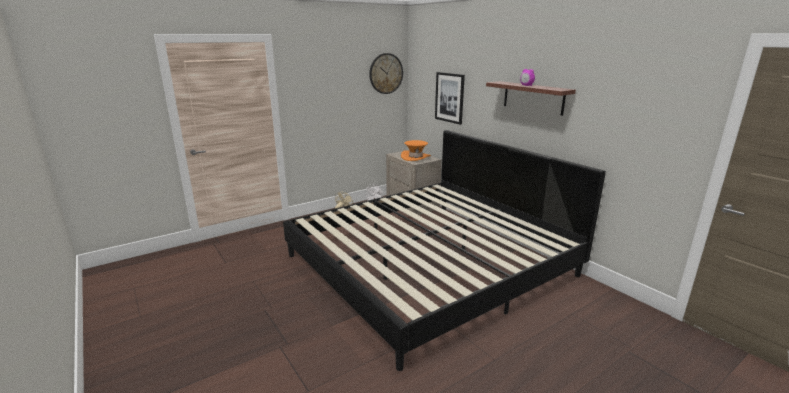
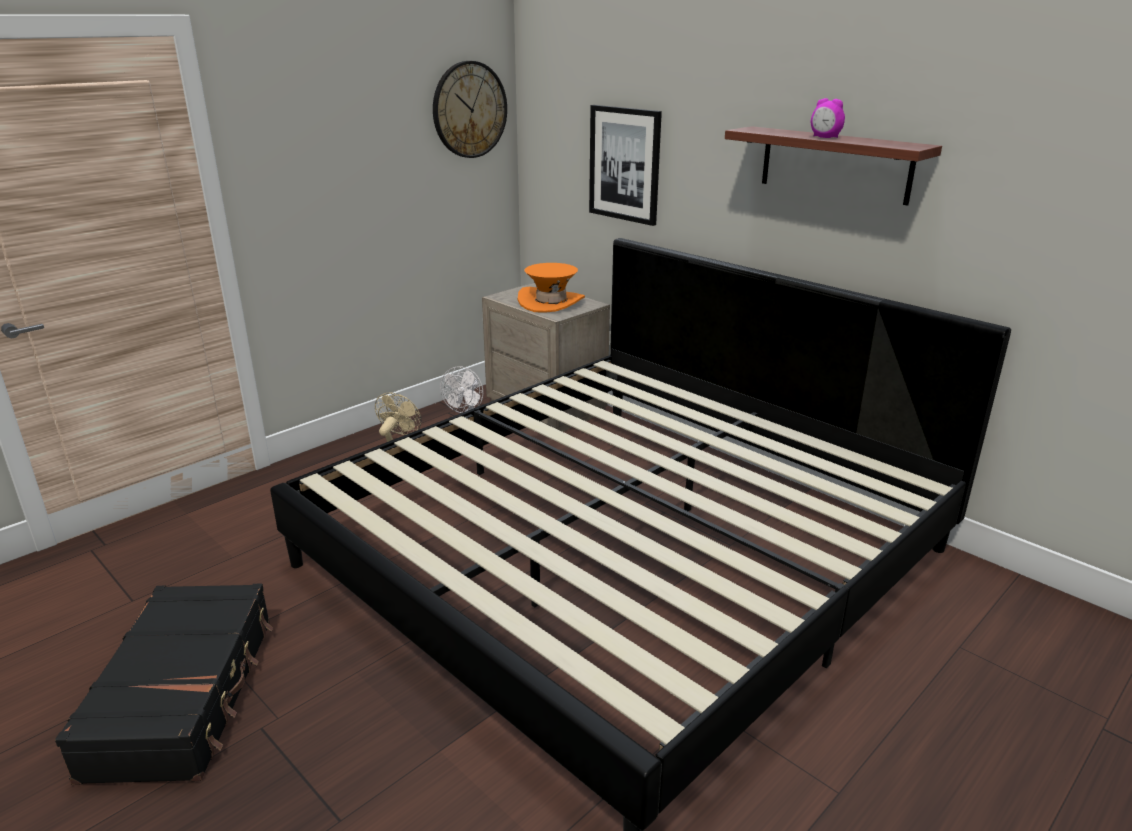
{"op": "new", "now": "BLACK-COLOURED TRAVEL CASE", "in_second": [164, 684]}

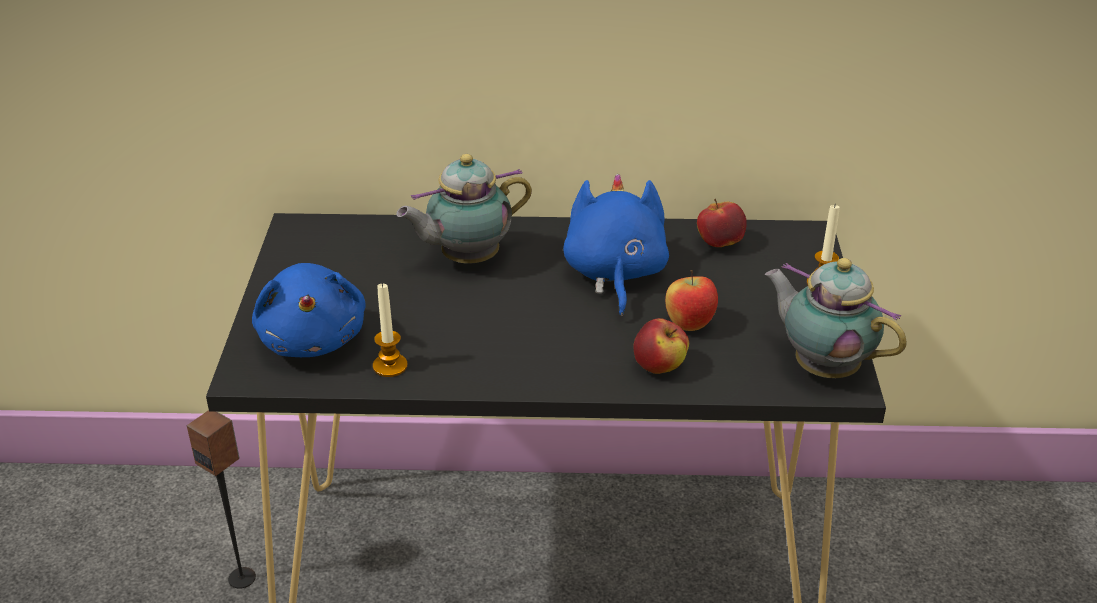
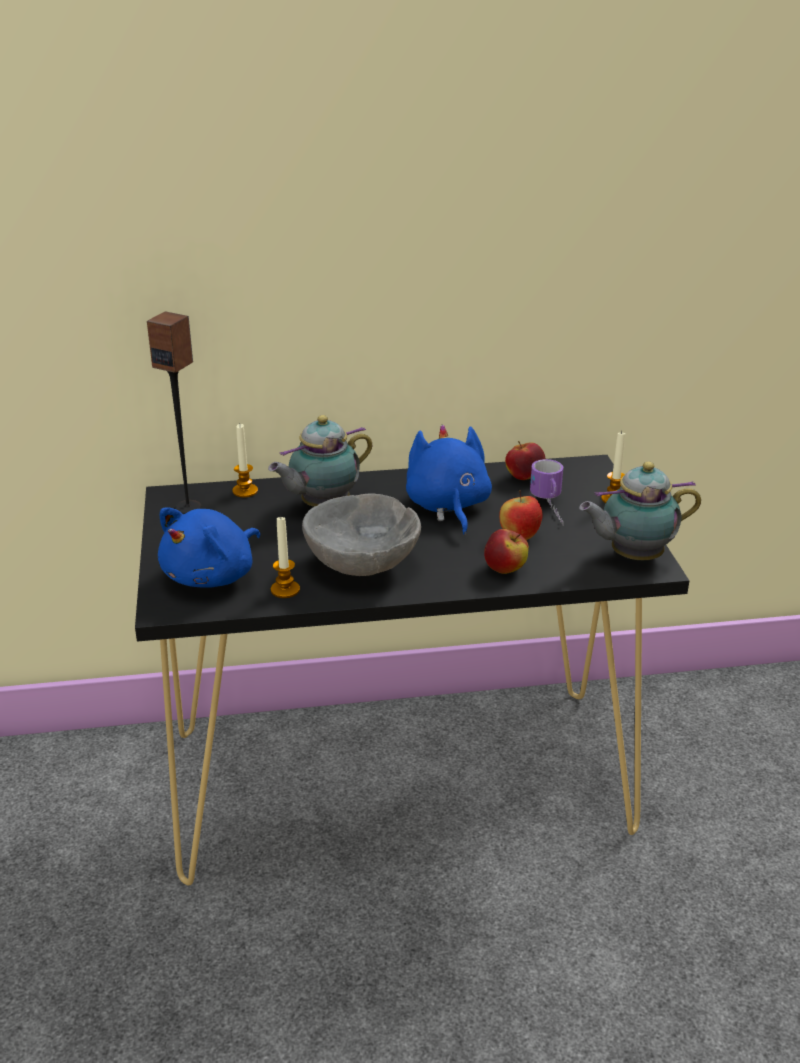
{"op": "rotated", "was": "POT FOR TEA", "in_first": [836, 318], "in_second": [640, 511], "clockwise": -45}
{"op": "rotated", "was": "BLUE CUDDLY TOY", "in_first": [309, 310], "in_second": [209, 547], "clockwise": 60}
{"op": "shifted", "was": "SPEAKER", "in_first": [221, 499], "in_second": [174, 412]}
{"op": "new", "now": "WAX CANDLE", "in_second": [245, 460]}
{"op": "new", "now": "MUG", "in_second": [547, 491]}
{"op": "new", "now": "GRAY BOWL", "in_second": [361, 535]}

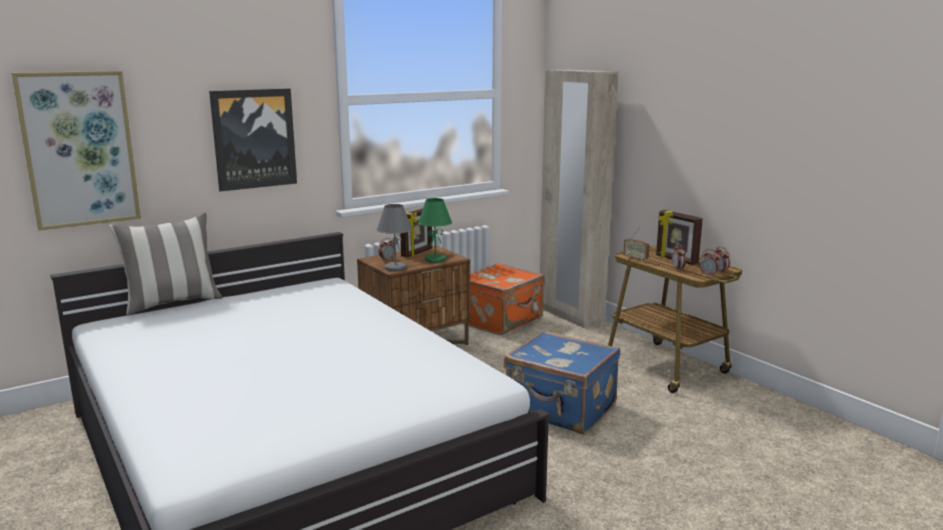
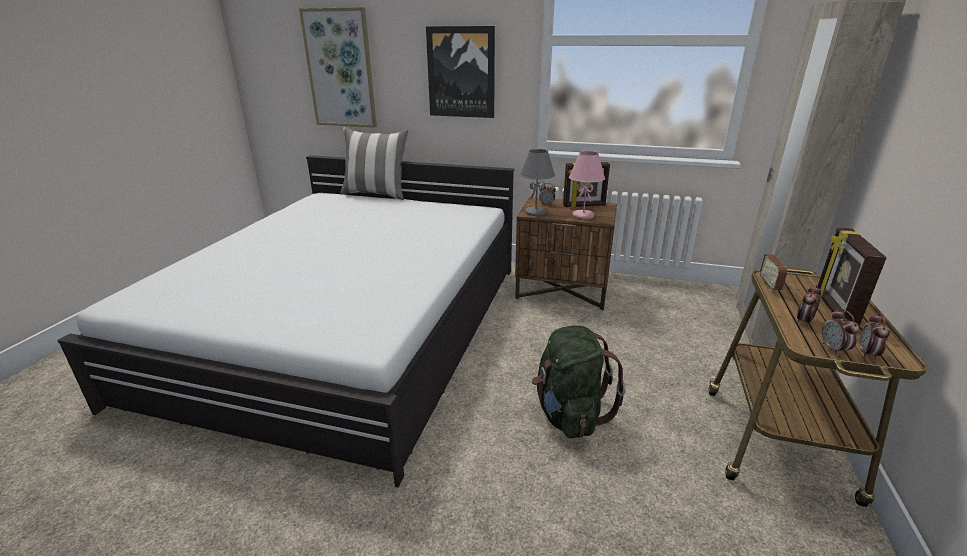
{"op": "repainted", "was": "GREEN-COLOURED TABLE LAMP", "now": "PINK-COLOURED TABLE LAMP", "in_first": [435, 230], "in_second": [587, 185]}
{"op": "gone", "was": "ORANGE TRAVEL CASE", "in_first": [504, 299]}
{"op": "swapped", "was": "BLUE TRAVEL CASE", "now": "GREEN-COLOURED BACKPACK", "in_first": [562, 382], "in_second": [579, 381]}

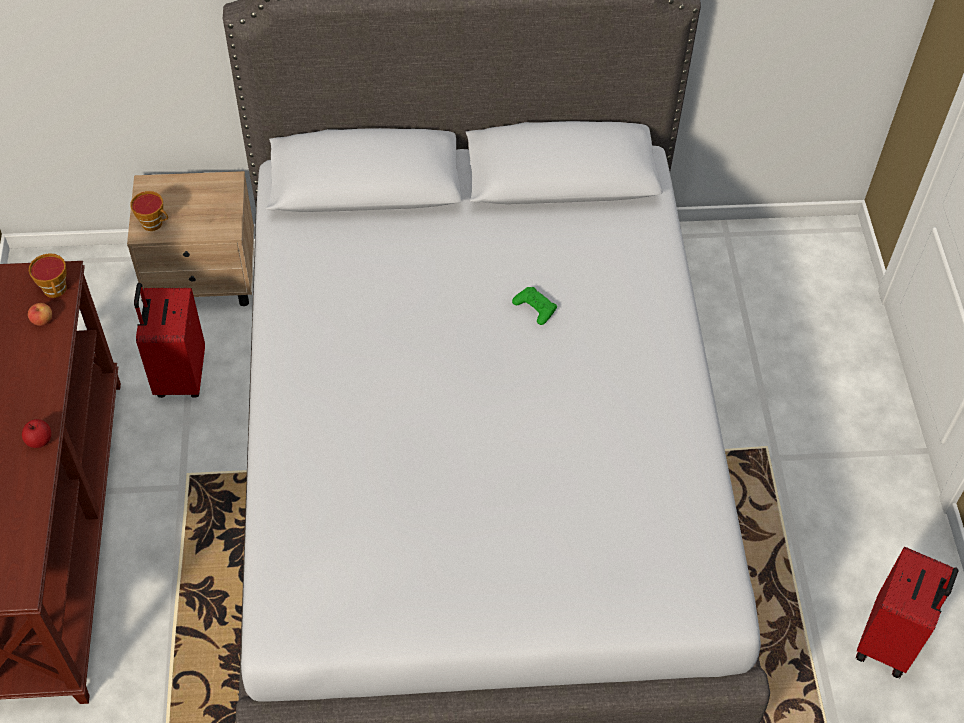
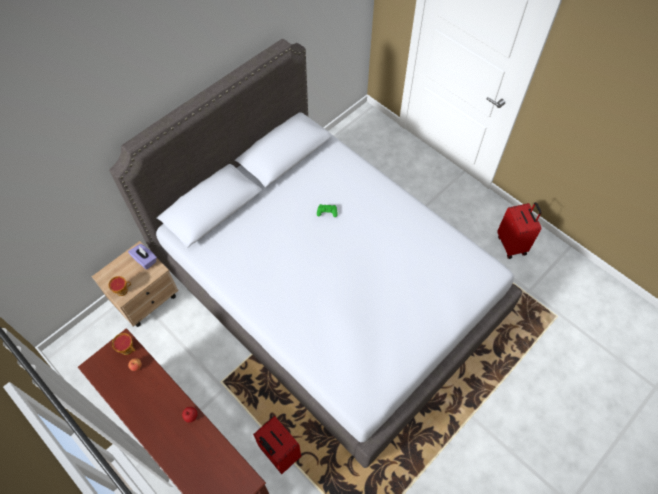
{"op": "shifted", "was": "REDDISH TRAVEL CASE", "in_first": [169, 340], "in_second": [277, 445]}
{"op": "new", "now": "PURPLISH TISSUE BOX", "in_second": [142, 257]}

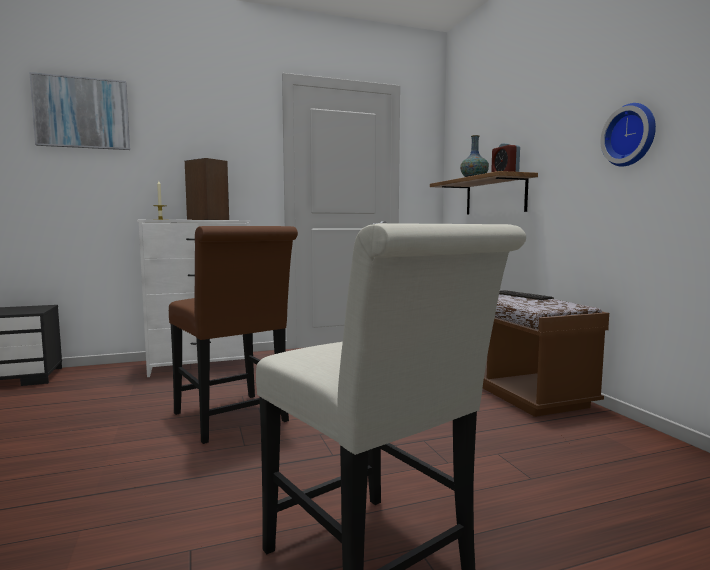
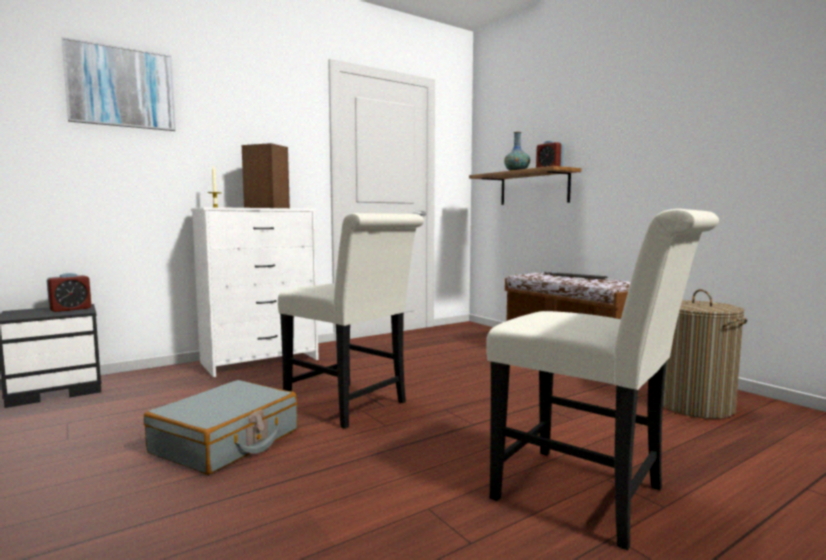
{"op": "gone", "was": "CLOCK ON THE WALL", "in_first": [628, 135]}
{"op": "repainted", "was": "BROWN PLAIN CHAIR", "now": "WHITISH PLAIN CHAIR", "in_first": [233, 335], "in_second": [351, 321]}
{"op": "new", "now": "ALARM CLOCK", "in_second": [69, 292]}
{"op": "new", "now": "LAUNDRY BASKET", "in_second": [705, 354]}
{"op": "new", "now": "GRAY TRAVEL CASE", "in_second": [221, 427]}

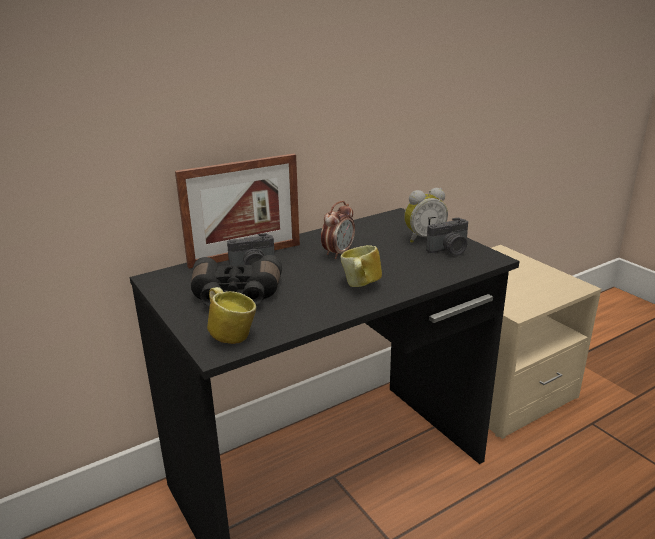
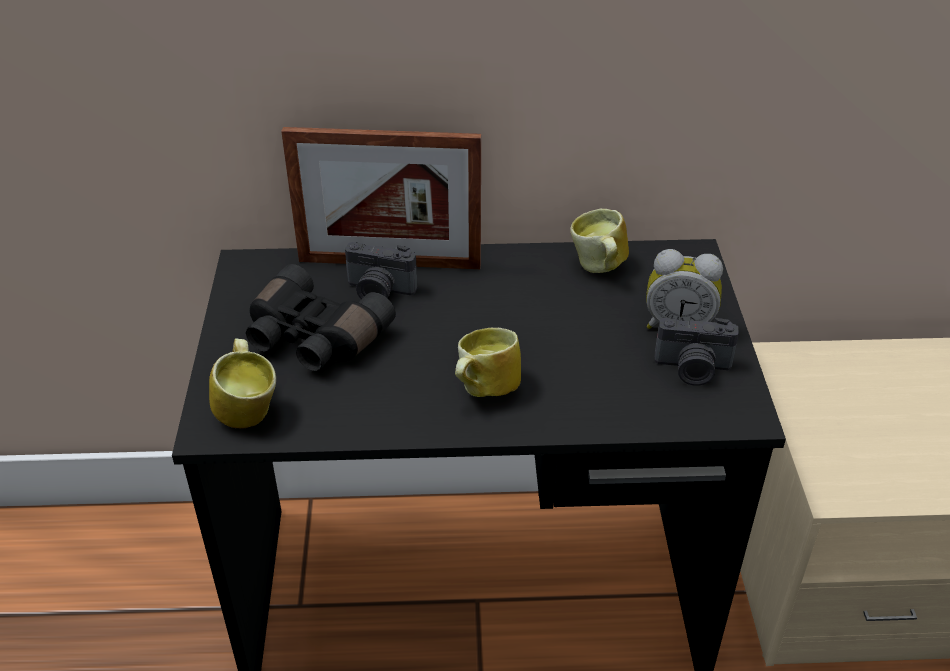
{"op": "gone", "was": "ALARM CLOCK", "in_first": [338, 230]}
{"op": "new", "now": "MUG", "in_second": [599, 241]}

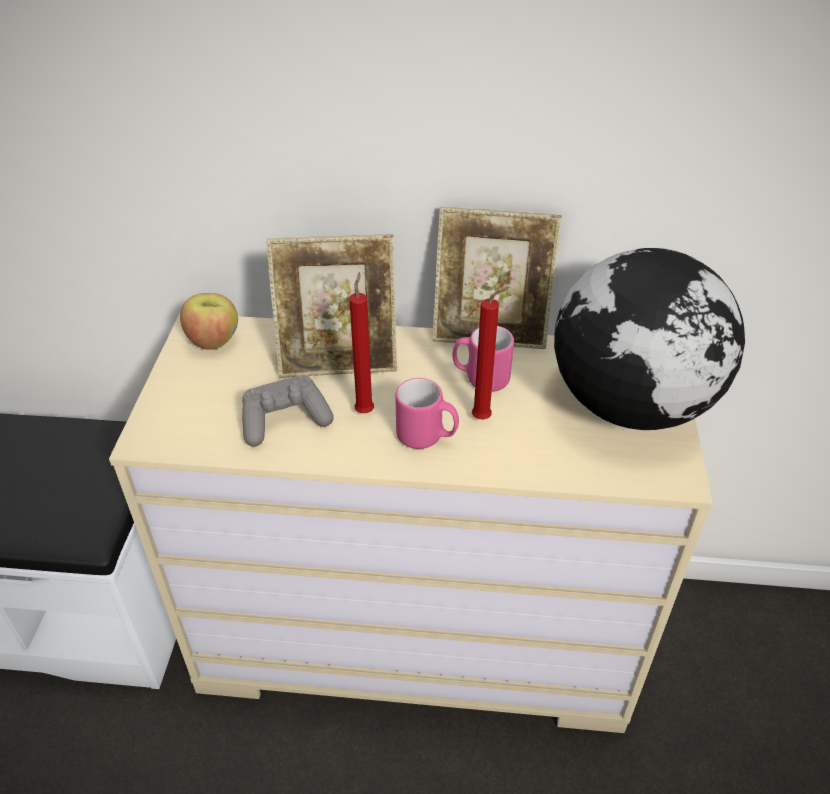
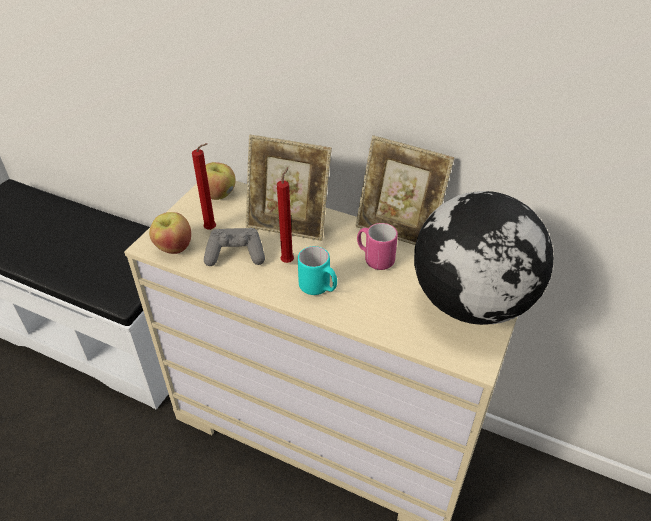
{"op": "shifted", "was": "REDDISH WAX CANDLE", "in_first": [491, 353], "in_second": [204, 186]}
{"op": "repainted", "was": "PINK-COLOURED MUG", "now": "TURQUOISE-COLOURED MUG", "in_first": [427, 413], "in_second": [317, 270]}
{"op": "new", "now": "APPLE FRUIT", "in_second": [170, 233]}

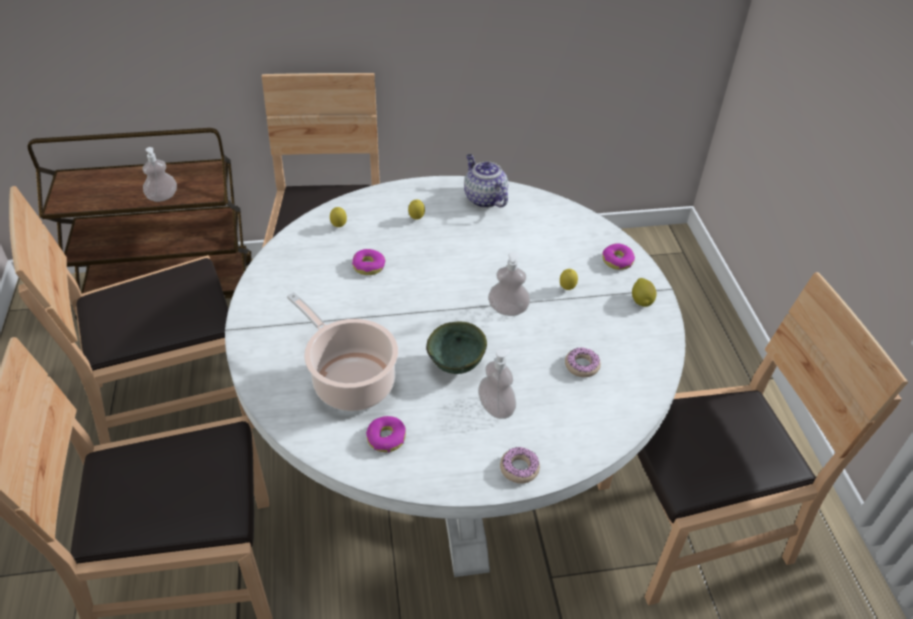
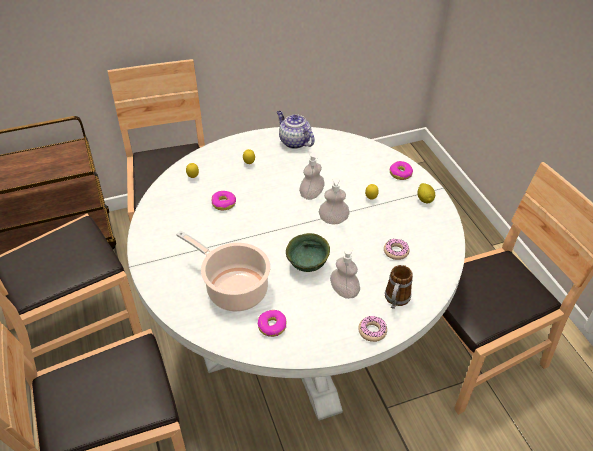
{"op": "shifted", "was": "SOAP DISPENSER", "in_first": [159, 174], "in_second": [312, 176]}
{"op": "new", "now": "MUG", "in_second": [399, 287]}

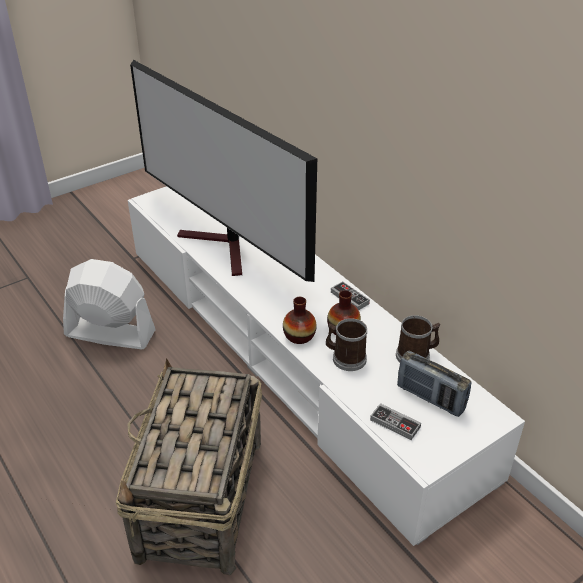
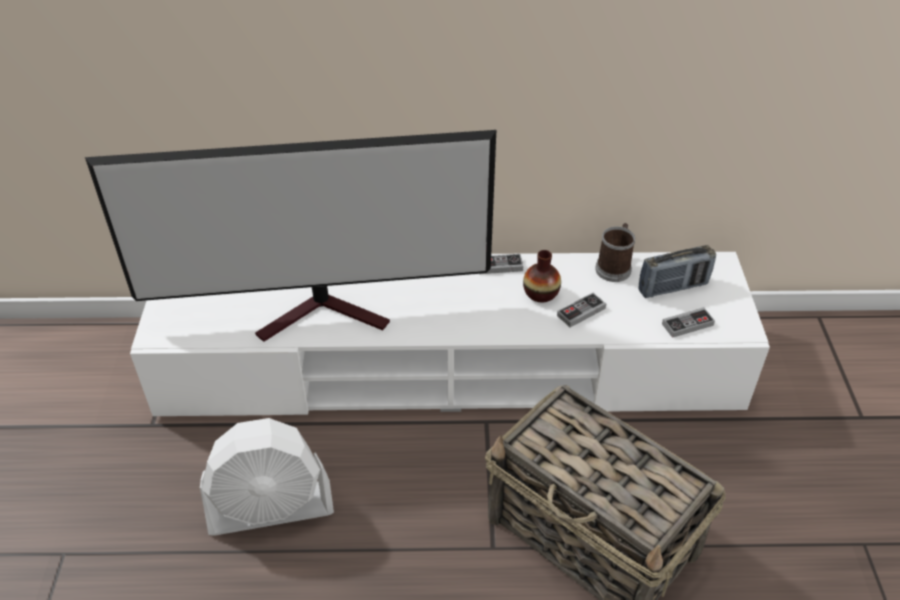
{"op": "rotated", "was": "WHITISH ELECTRIC FAN", "in_first": [109, 304], "in_second": [267, 477], "clockwise": -150}
{"op": "gone", "was": "VASE", "in_first": [300, 320]}
{"op": "swapped", "was": "MUG", "now": "JOYPAD", "in_first": [346, 344], "in_second": [581, 310]}

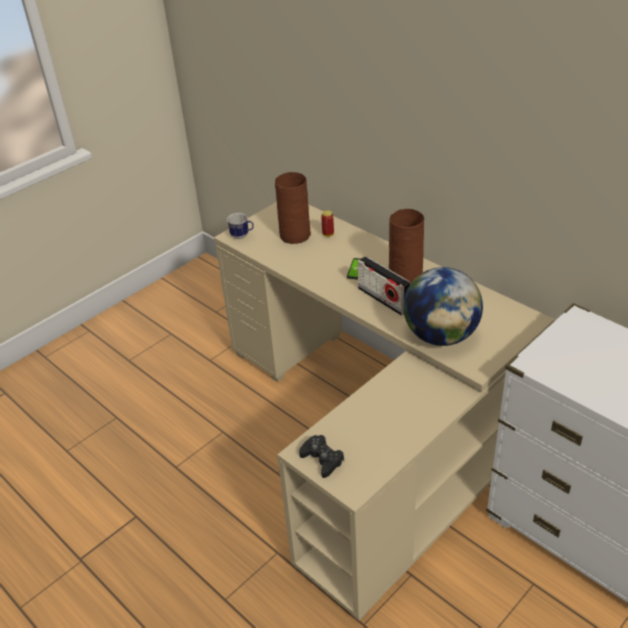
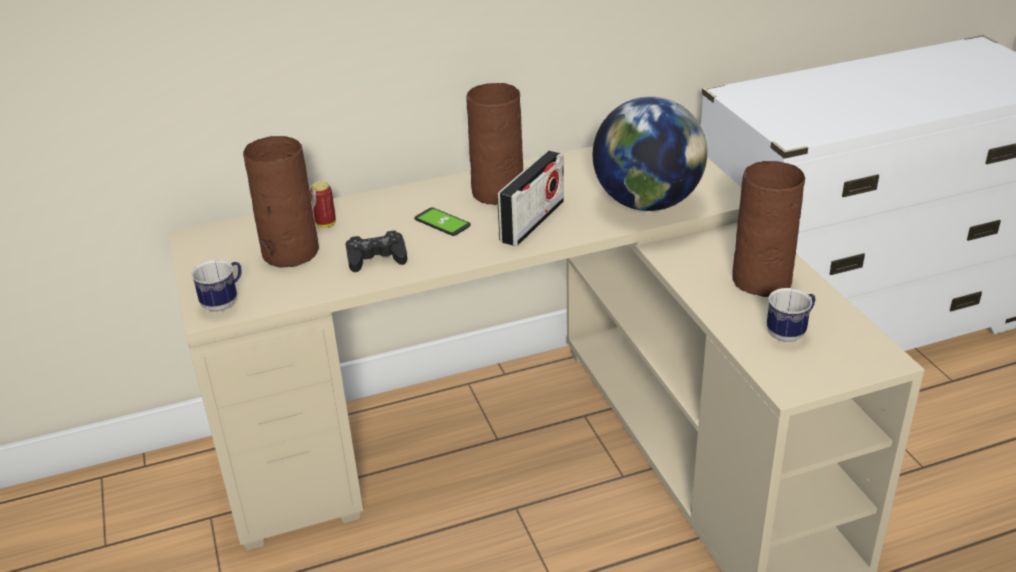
{"op": "rotated", "was": "RADIO RECEIVER", "in_first": [384, 286], "in_second": [530, 198], "clockwise": -45}
{"op": "shifted", "was": "BLACK-COLOURED JOYPAD", "in_first": [321, 456], "in_second": [376, 251]}
{"op": "new", "now": "BROWN VASE", "in_second": [768, 229]}
{"op": "new", "now": "MUG", "in_second": [791, 315]}

